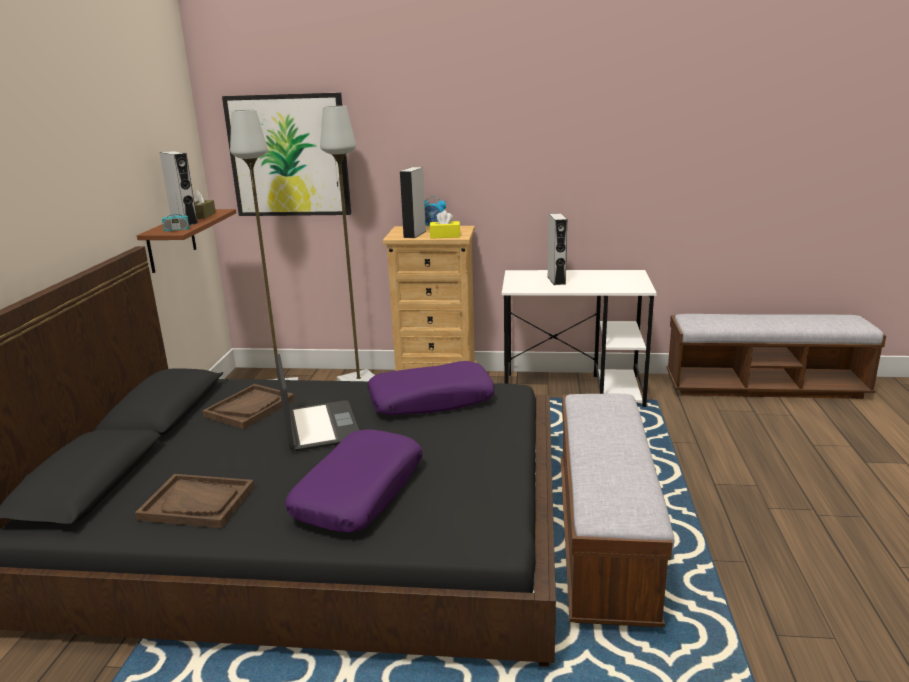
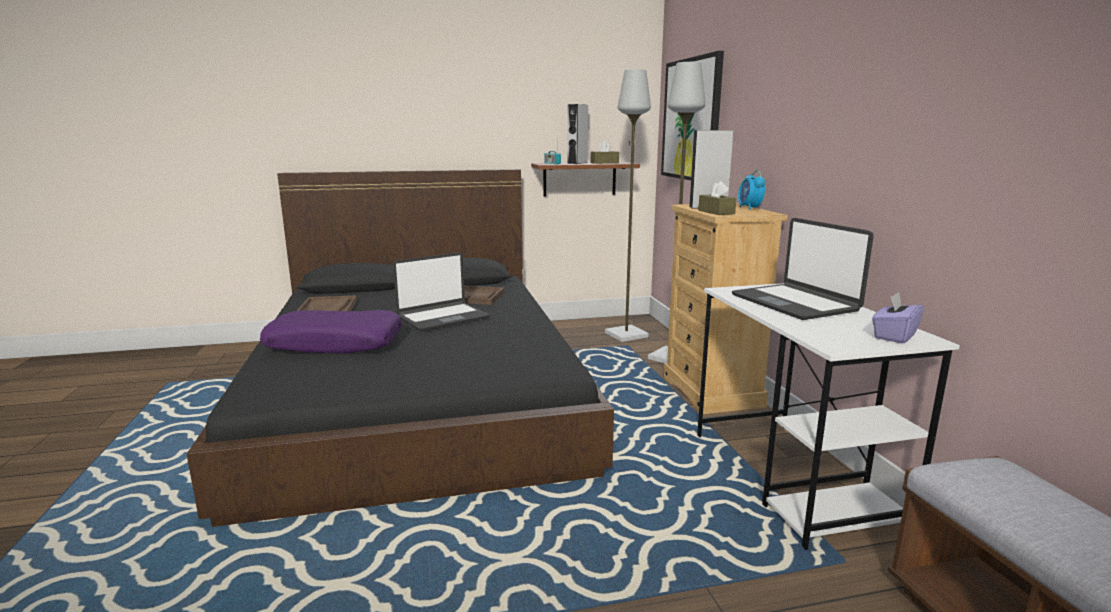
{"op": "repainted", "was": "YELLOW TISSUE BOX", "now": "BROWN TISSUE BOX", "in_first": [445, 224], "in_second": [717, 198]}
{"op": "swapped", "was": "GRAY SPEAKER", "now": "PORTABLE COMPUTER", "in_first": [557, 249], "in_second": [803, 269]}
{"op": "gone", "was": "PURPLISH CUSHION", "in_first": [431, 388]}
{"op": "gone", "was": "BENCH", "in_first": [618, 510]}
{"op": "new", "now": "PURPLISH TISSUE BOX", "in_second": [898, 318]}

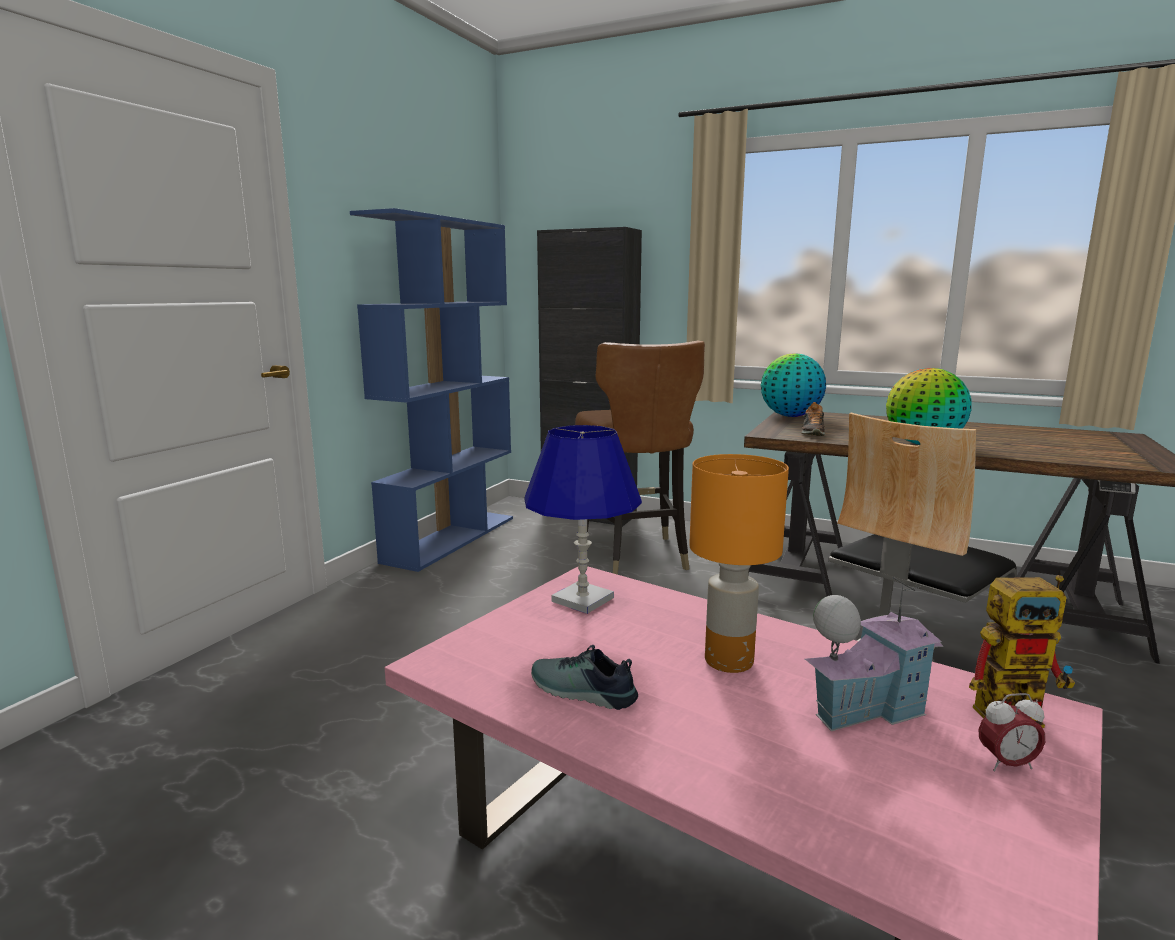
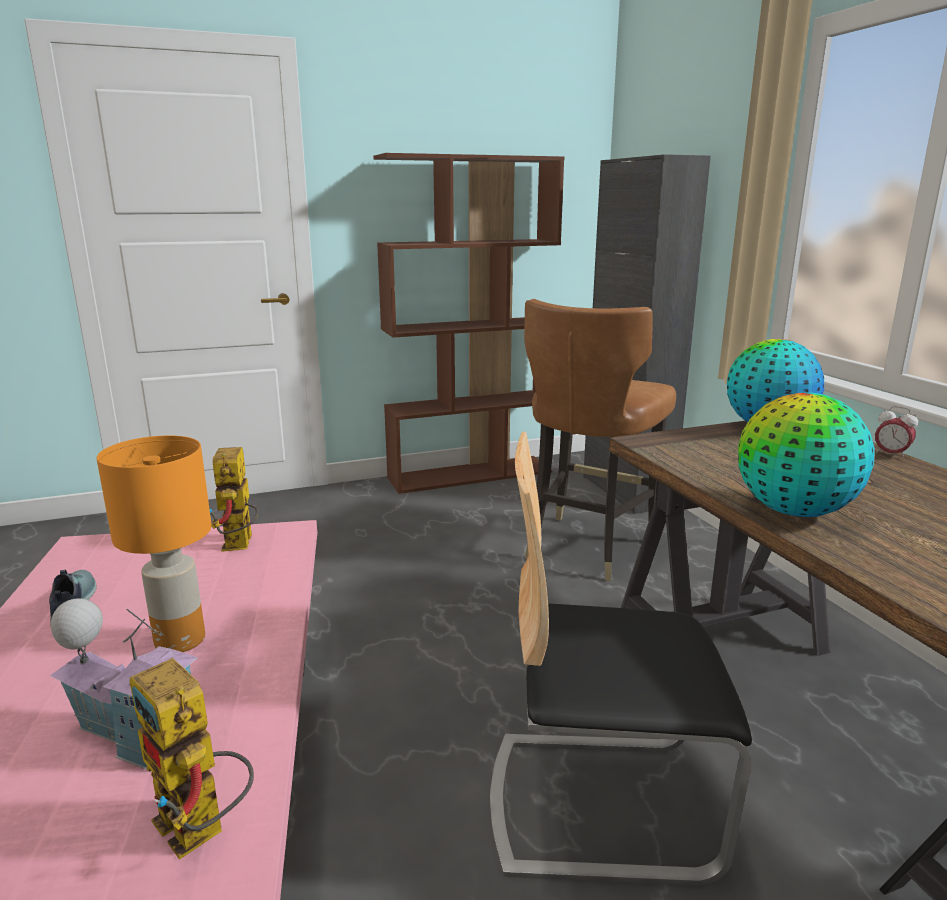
{"op": "repainted", "was": "BLUE SHELVING UNIT", "now": "BROWN SHELVING UNIT", "in_first": [431, 390], "in_second": [468, 323]}
{"op": "gone", "was": "LOW SHOE", "in_first": [813, 419]}
{"op": "swapped", "was": "BLUE TABLE LAMP", "now": "TOY ROBOT", "in_first": [583, 519], "in_second": [234, 499]}
{"op": "shifted", "was": "ALARM CLOCK", "in_first": [1011, 732], "in_second": [896, 432]}

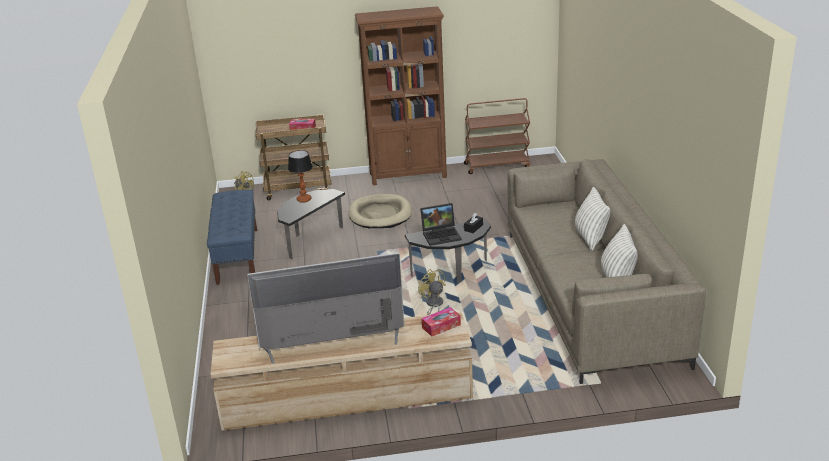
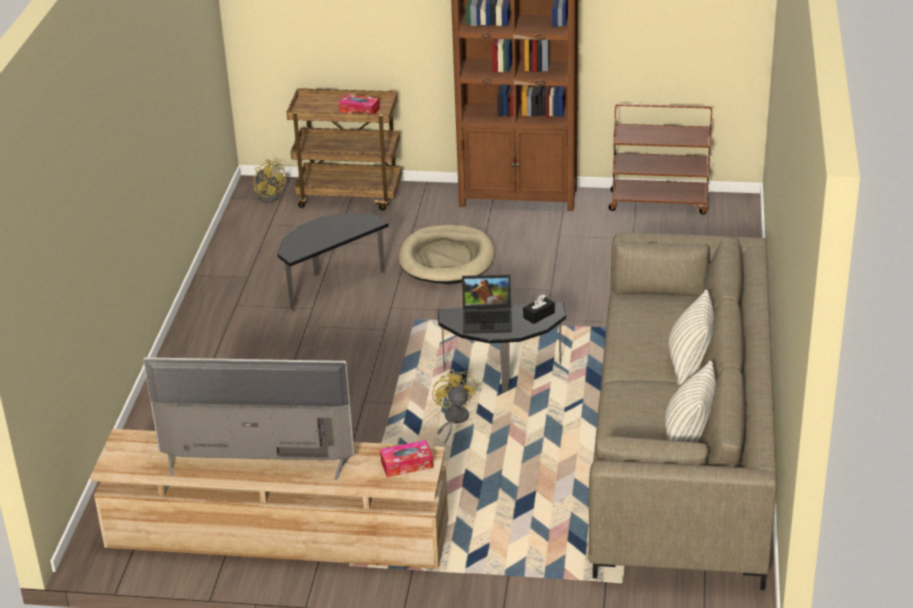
{"op": "gone", "was": "TABLE LAMP", "in_first": [300, 176]}
{"op": "gone", "was": "BLUE BENCH", "in_first": [232, 237]}

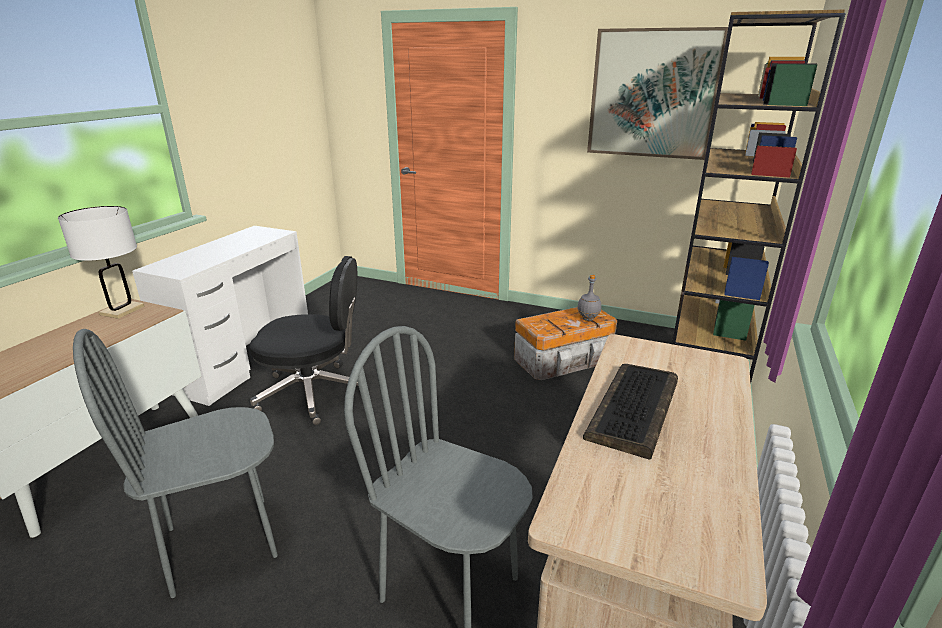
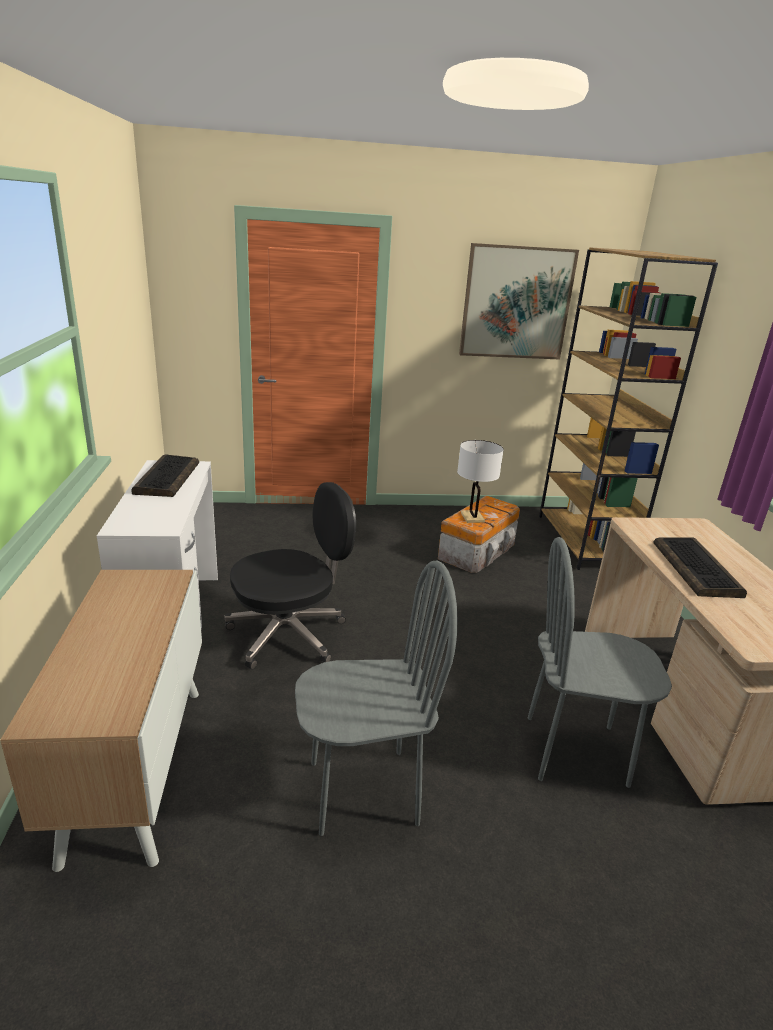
{"op": "shifted", "was": "WHITISH TABLE LAMP", "in_first": [101, 262], "in_second": [480, 481]}
{"op": "gone", "was": "GRAY BEVERAGE BOTTLE", "in_first": [589, 298]}
{"op": "rotated", "was": "GRAY PLAIN CHAIR", "in_first": [175, 463], "in_second": [376, 698], "clockwise": -135}
{"op": "new", "now": "COMPUTER KEYBOARD", "in_second": [165, 475]}

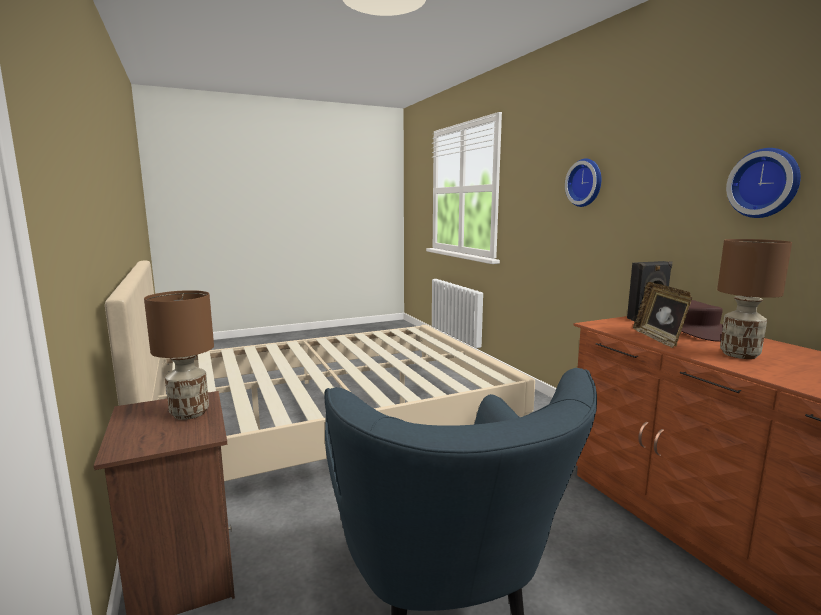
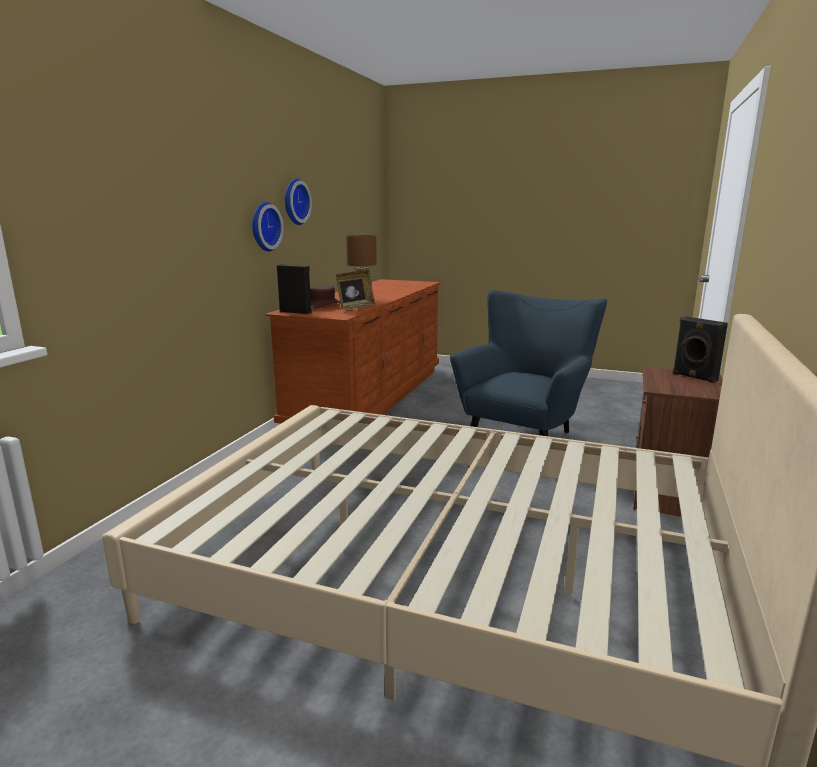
{"op": "shifted", "was": "CLOCK ON THE WALL", "in_first": [583, 182], "in_second": [268, 227]}
{"op": "gone", "was": "BROWN TABLE LAMP", "in_first": [179, 355]}
{"op": "new", "now": "BLACK-COLOURED SPEAKER", "in_second": [700, 350]}

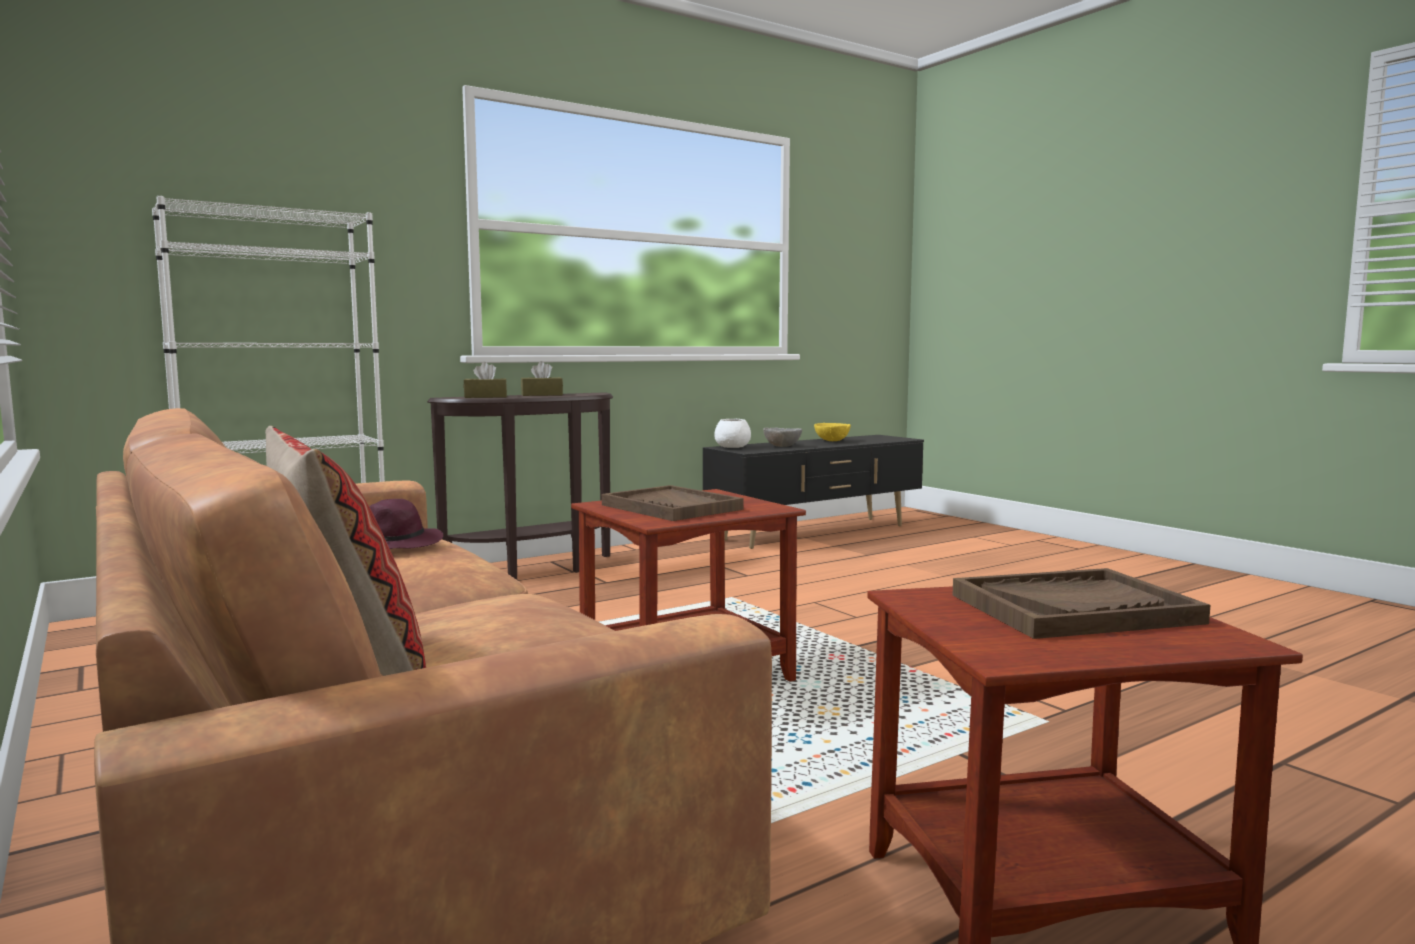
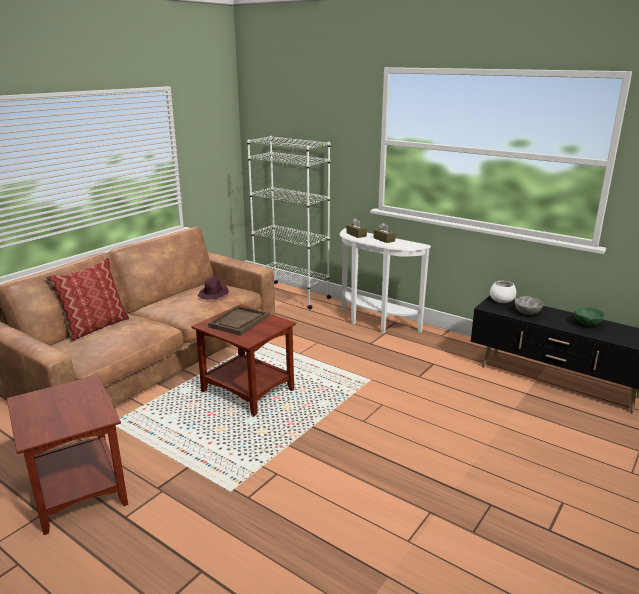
{"op": "repainted", "was": "BROWN HALL TABLE", "now": "WHITISH HALL TABLE", "in_first": [520, 486], "in_second": [385, 281]}
{"op": "repainted", "was": "YELLOW BOWL", "now": "GREEN-COLOURED BOWL", "in_first": [832, 432], "in_second": [589, 316]}
{"op": "gone", "was": "BROWN SERVING TRAY", "in_first": [1081, 603]}

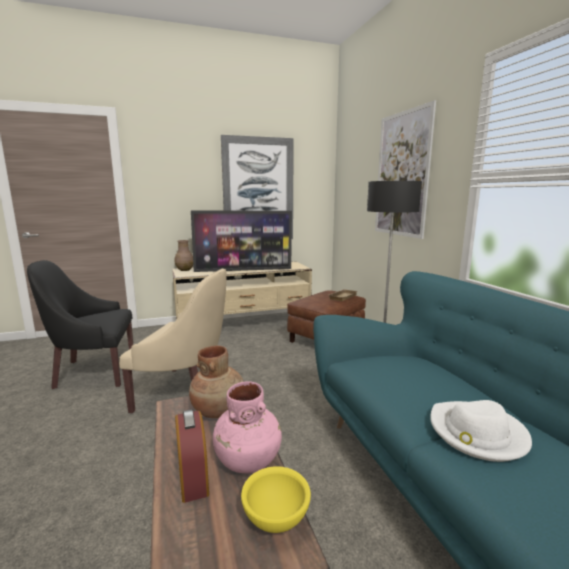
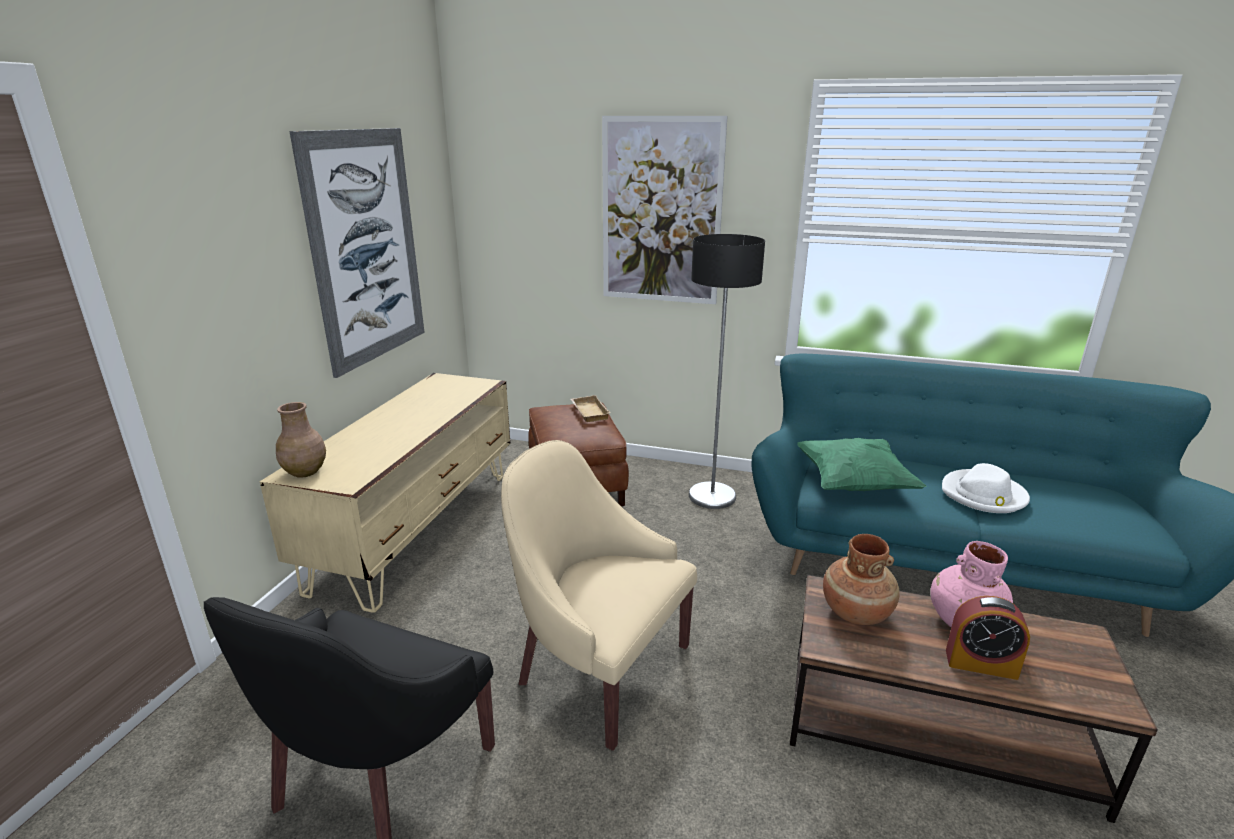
{"op": "gone", "was": "TV SET", "in_first": [241, 241]}
{"op": "rotated", "was": "BEIGE-COLOURED EASY CHAIR", "in_first": [173, 340], "in_second": [599, 595], "clockwise": -105}
{"op": "gone", "was": "YELLOW BOWL", "in_first": [276, 499]}
{"op": "new", "now": "GREEN-COLOURED CUSHION", "in_second": [862, 464]}

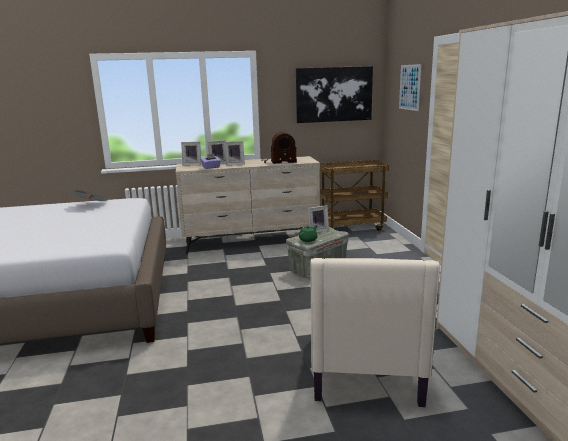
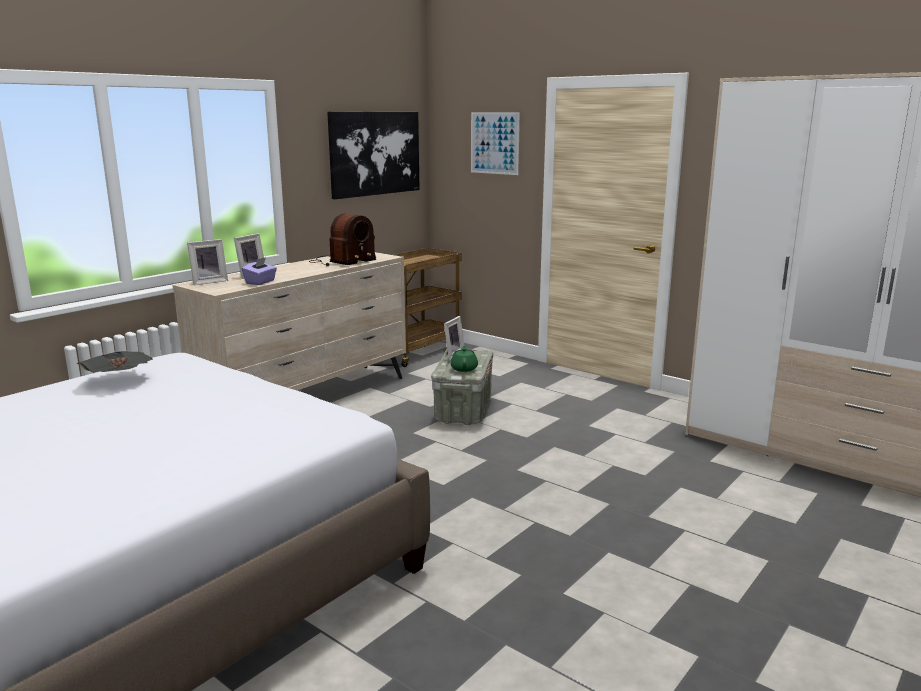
{"op": "gone", "was": "STANDING FRAME", "in_first": [234, 153]}
{"op": "gone", "was": "BEIGE-COLOURED EASY CHAIR", "in_first": [375, 332]}

